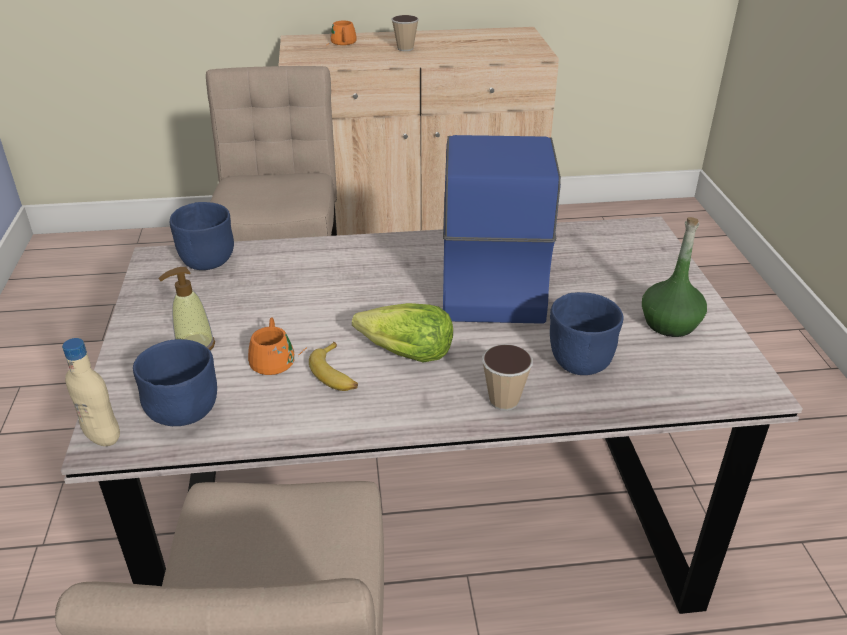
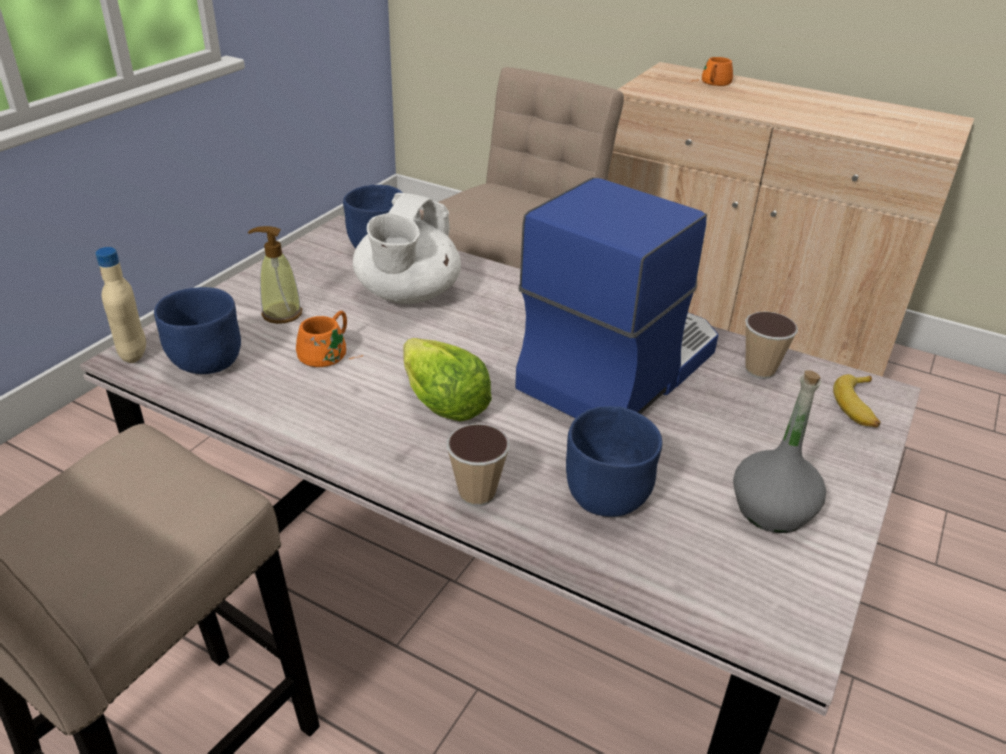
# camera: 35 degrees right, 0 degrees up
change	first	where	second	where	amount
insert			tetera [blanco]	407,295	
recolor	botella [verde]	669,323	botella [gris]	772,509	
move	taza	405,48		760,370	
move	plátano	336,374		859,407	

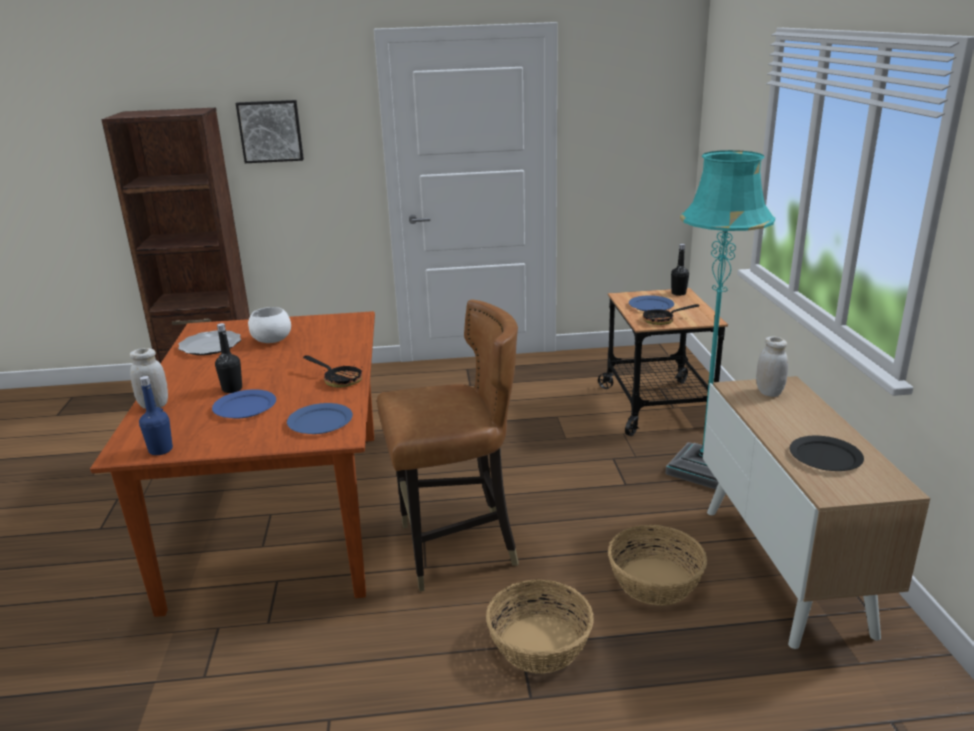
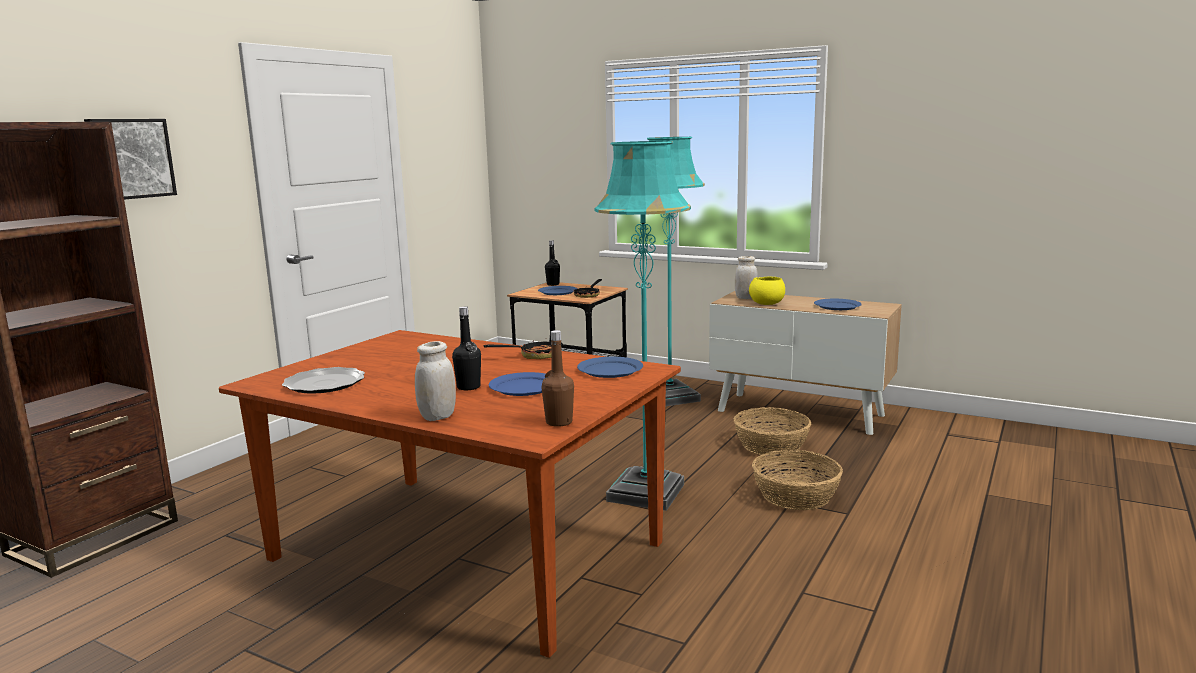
# camera: 55 degrees left, 10 degrees down
change	first	where	second	where	amount
recolor	botella [azul]	160,450	botella [marrón]	559,422	
replace	silla [marrón]	455,549	lámpara de pie [turquesa]	646,493	
insert			cuenco [amarillo]	767,303	
recolor	plato [negro]	824,456	plato [azul]	837,306	
delete	cuenco [blanco]	272,340			

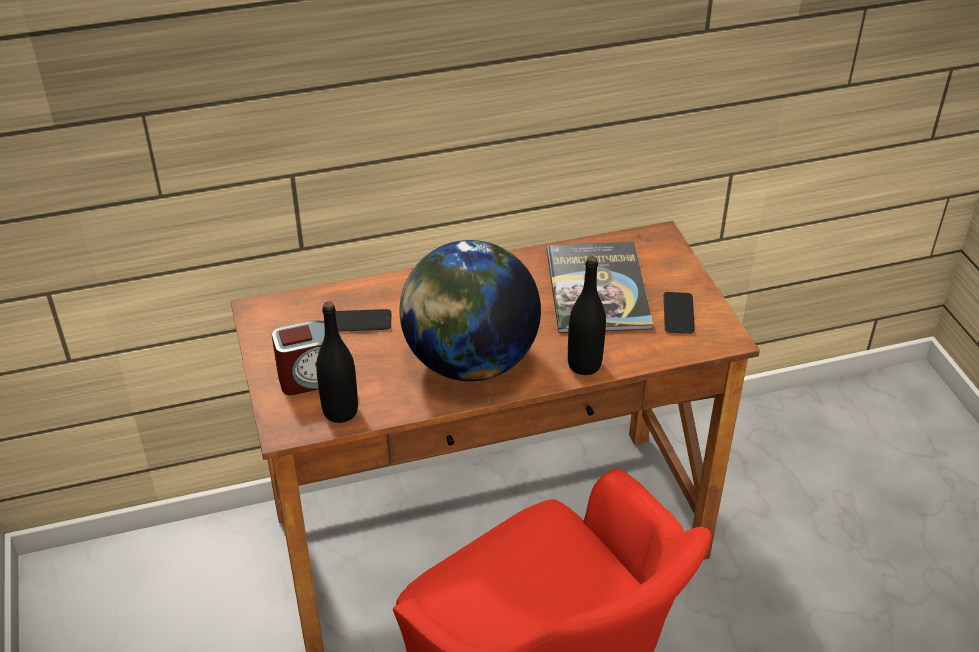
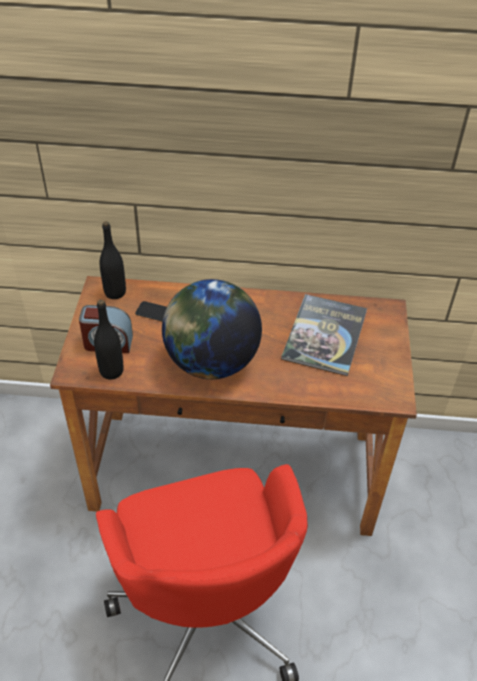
# camera: 20 degrees right, 5 degrees up
change	first	where	second	where	amount
move	botella [negro]	584,364		115,292	
delete	móvil	678,313			

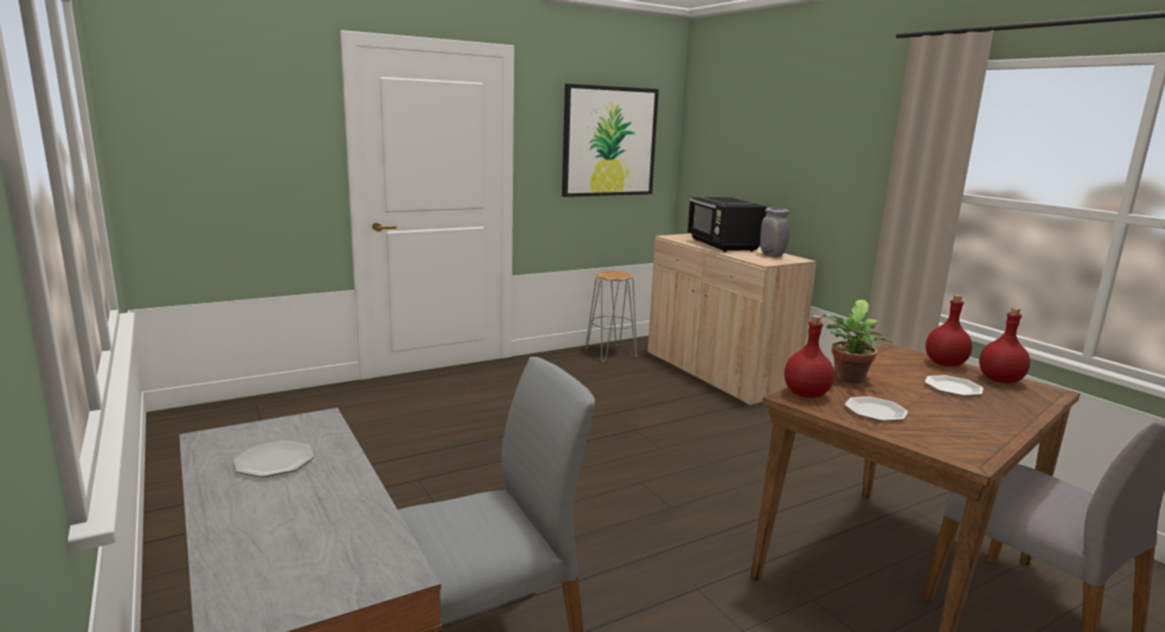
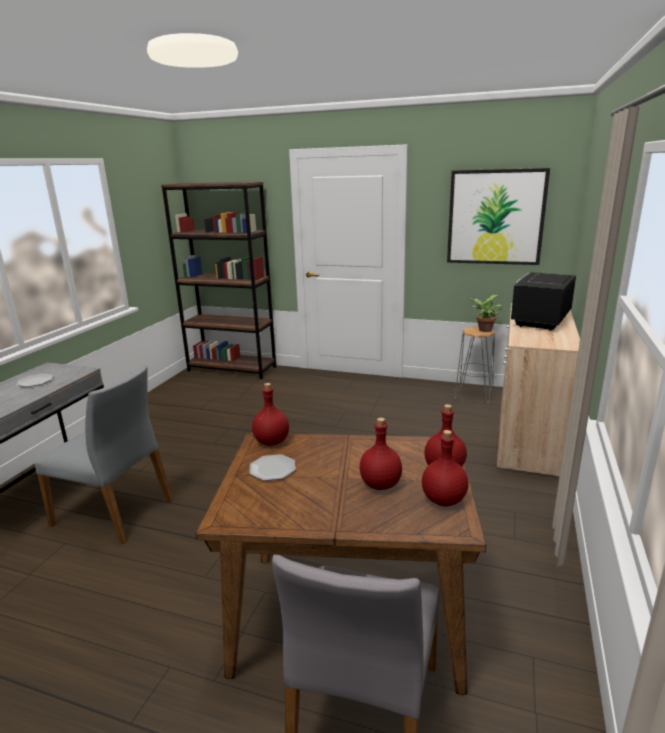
# camera: 50 degrees right, 5 degrees up
change	first	where	second	where	amount
insert			estantería [marrón]	232,369	
replace	plato	953,388	botella [rojo]	380,485	
move	planta en maceta	848,379		483,330	
delete	florero [gris]	773,256			

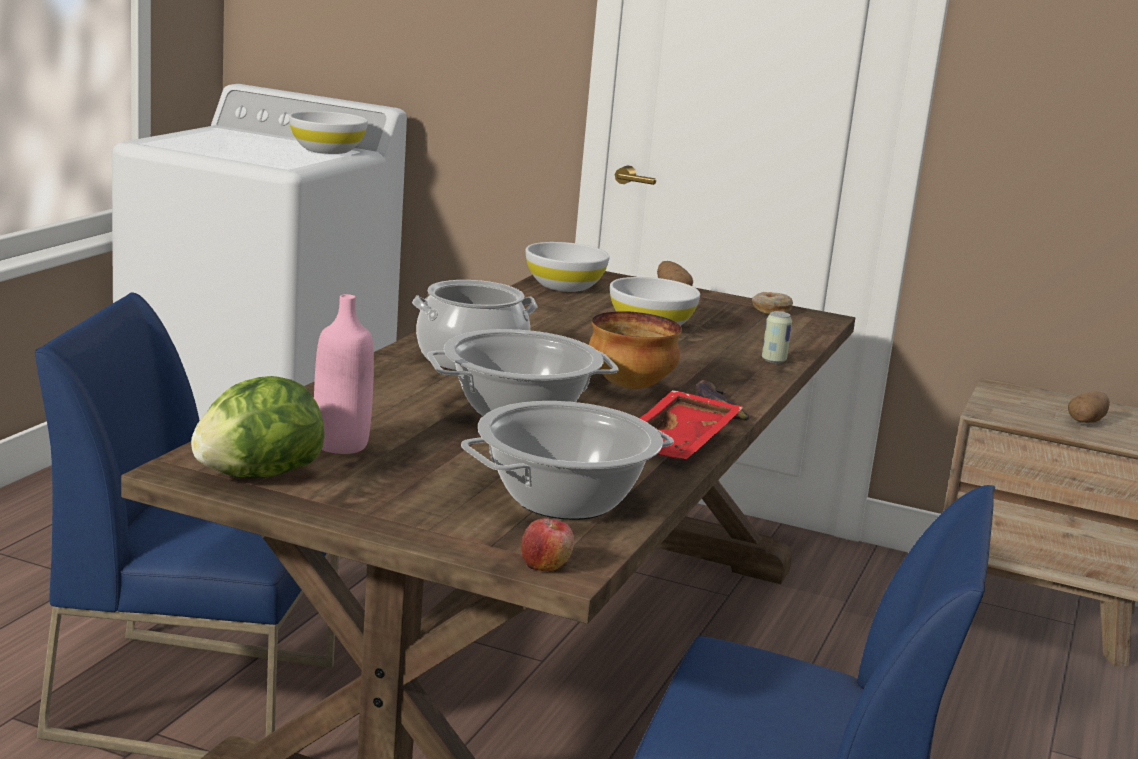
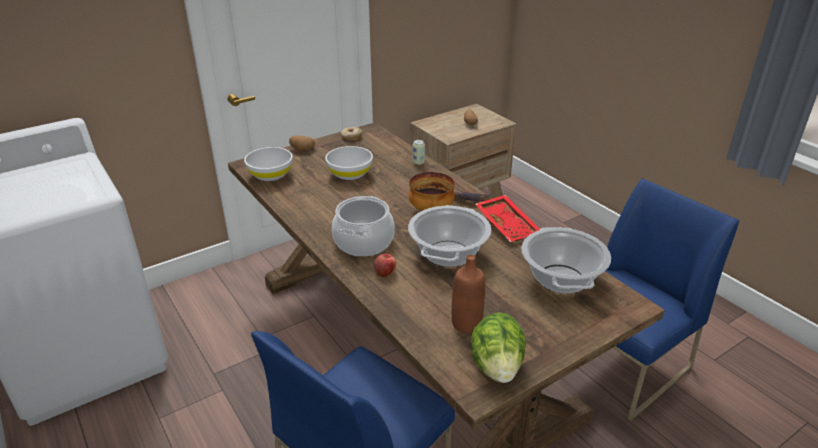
# camera: 55 degrees left, 15 degrees up
change	first	where	second	where	amount
move	manzana	545,565		385,272	
recolor	botella [rosa]	341,445	botella [marrón]	466,324	
delete	cuenco [blanco]	326,150			

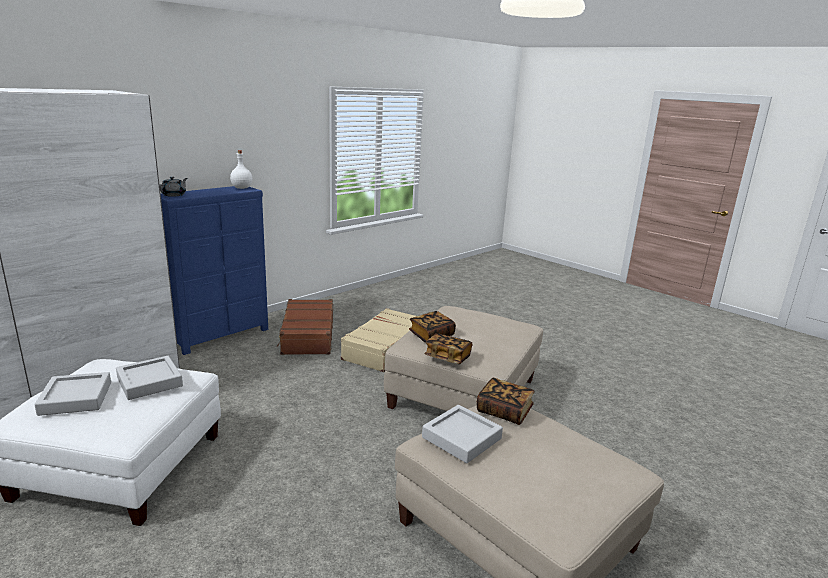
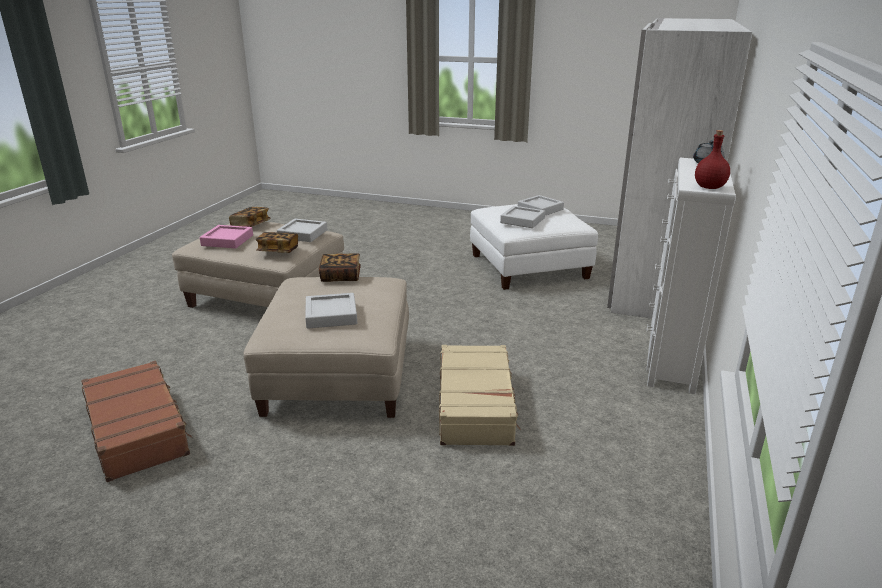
# camera: 155 degrees right, 5 degrees up
change	first	where	second	where	amount
move	maleta [marrón]	307,335		138,430	
insert			bandeja [rosa]	227,240	
move	libro	431,335		251,225	
insert			bandeja [gris]	331,315	
recolor	cómoda [azul]	221,336	cómoda [blanco]	670,359	
recolor	botella [blanco]	241,188	botella [rojo]	709,187	

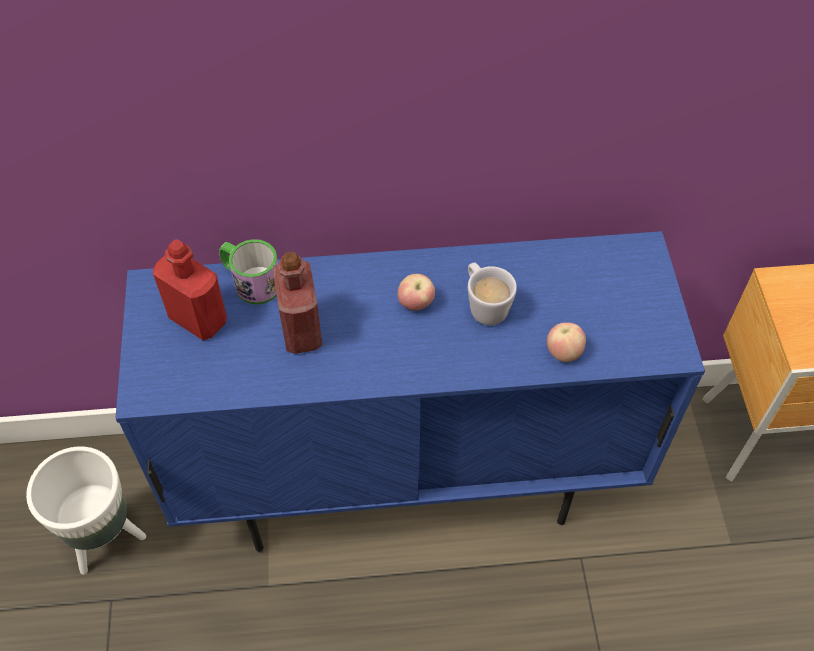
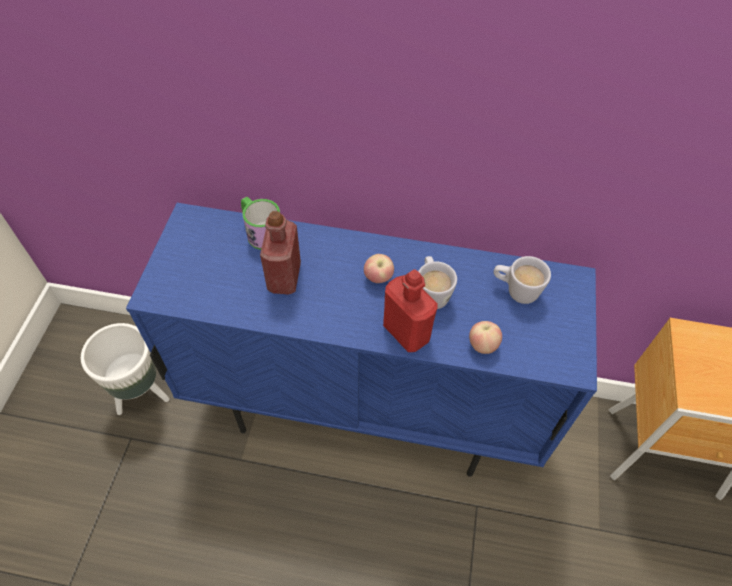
# camera: 15 degrees right, 0 degrees up
change	first	where	second	where	amount
move	botella [rojo]	198,319		406,332	
insert			taza grande [blanco]	515,291	

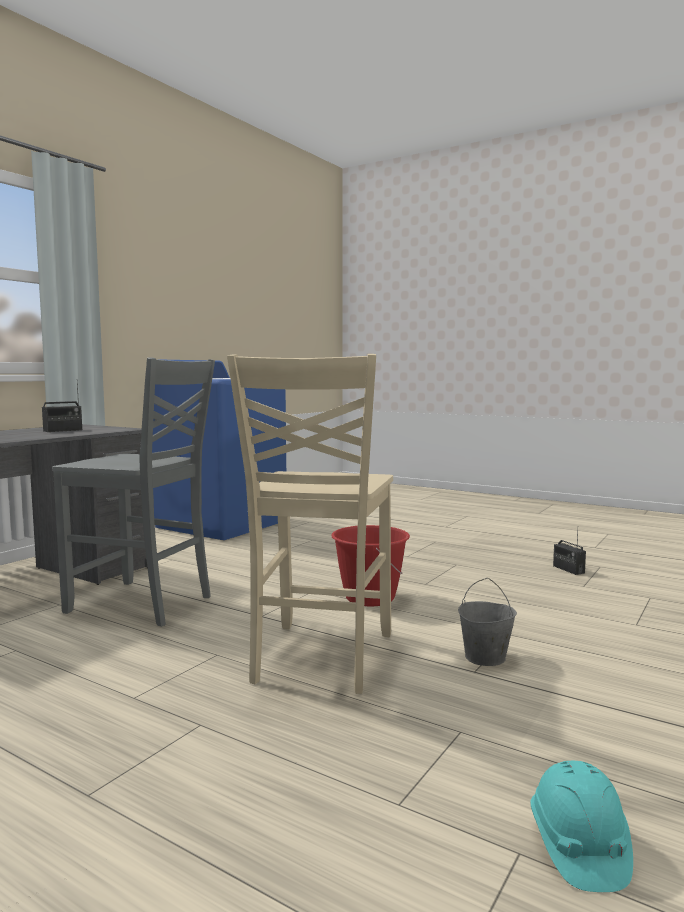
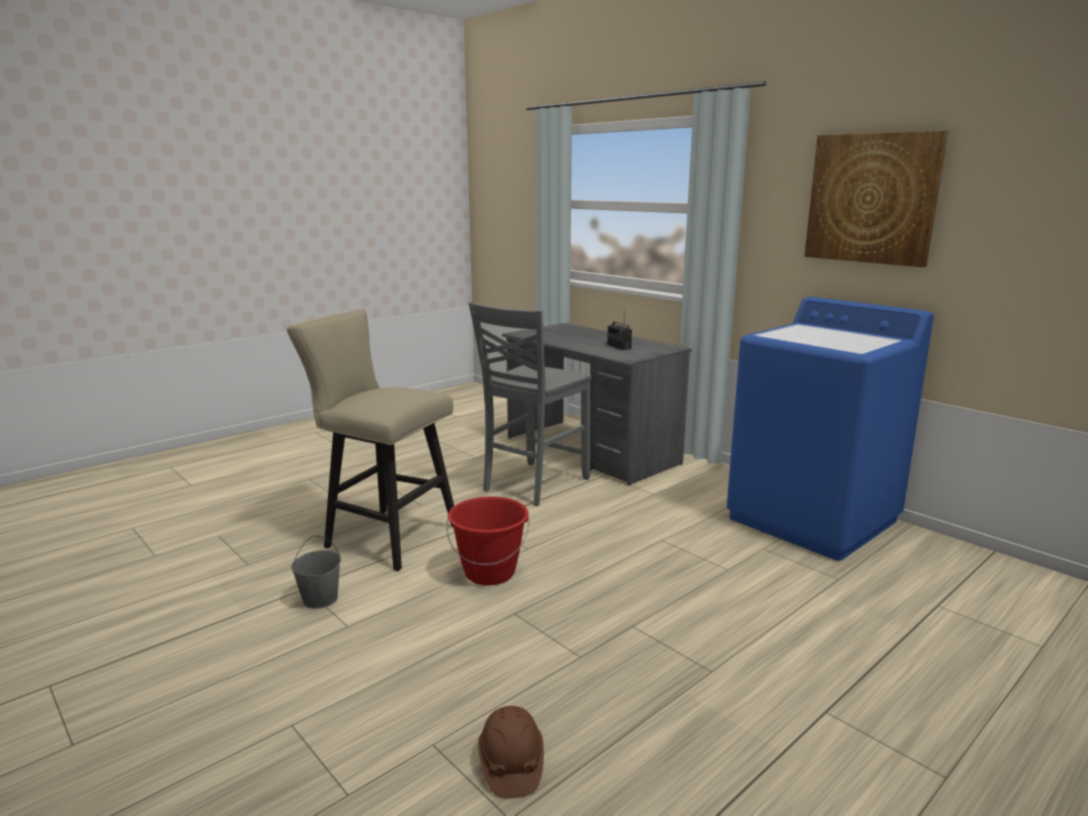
# camera: 105 degrees right, 10 degrees up
change	first	where	second	where	amount
replace	silla [beis]	320,658	taburete [beis]	384,535	
replace	radio	568,569	casco [marrón]	511,765	
insert			cuadro	872,198	
delete	casco [turquesa]	578,847			

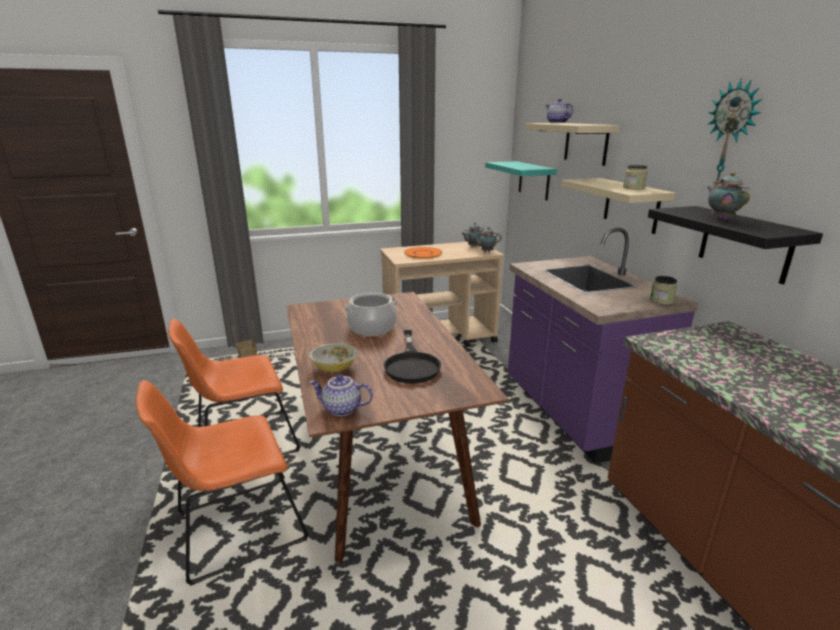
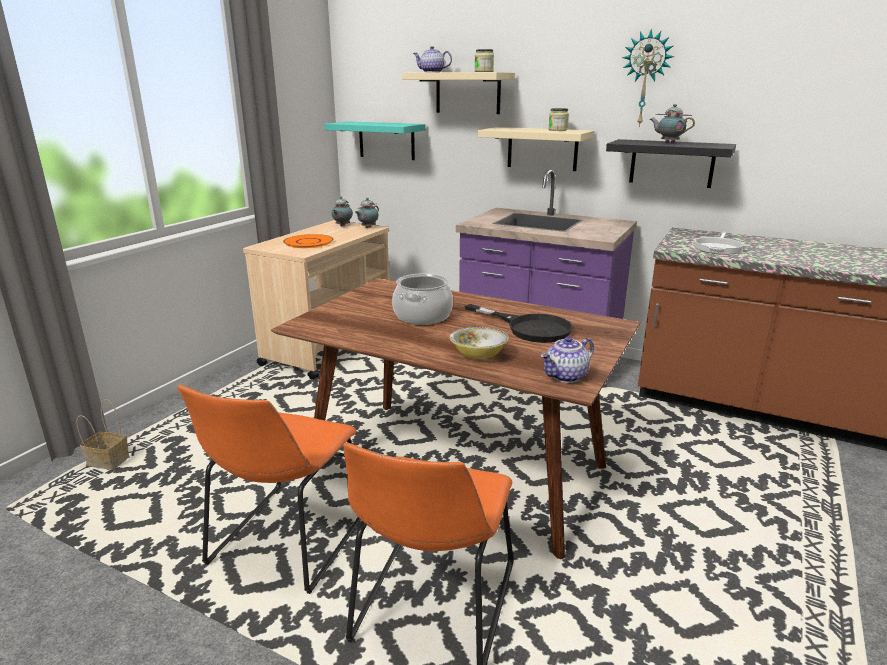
# camera: 45 degrees left, 0 degrees up
change	first	where	second	where	amount
move	tarro	661,301		484,71	
insert			sartén	718,248	

